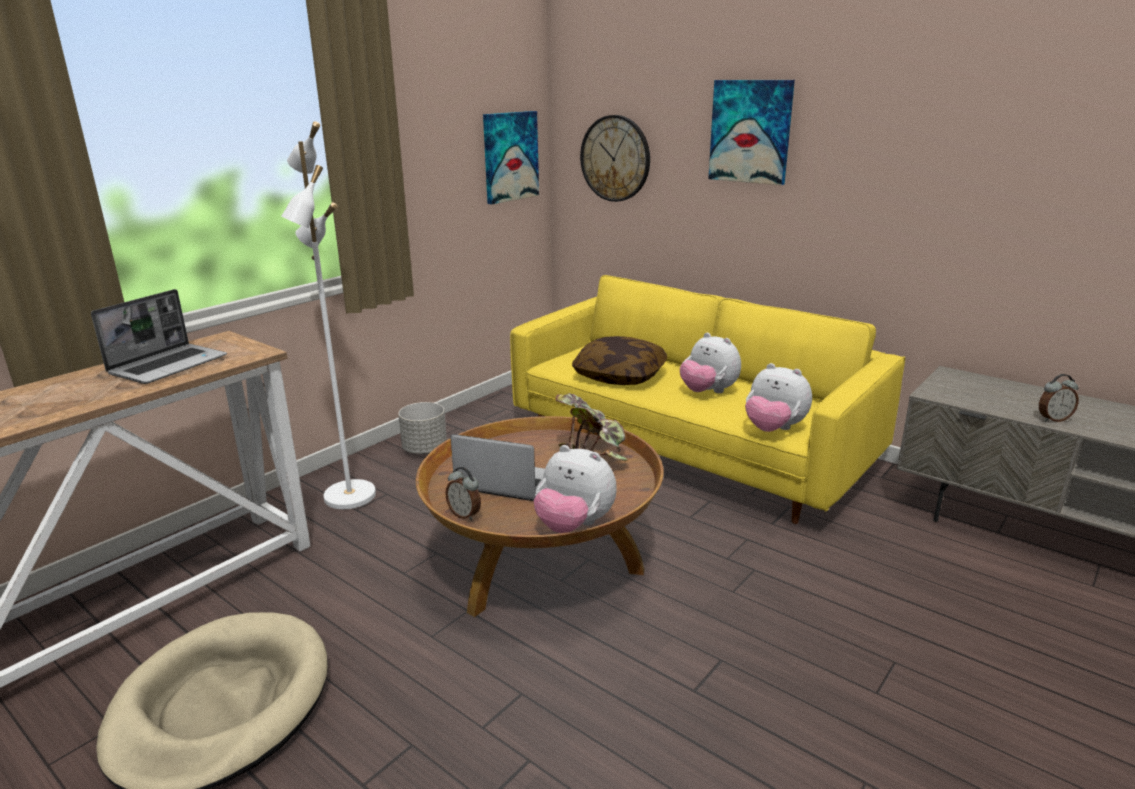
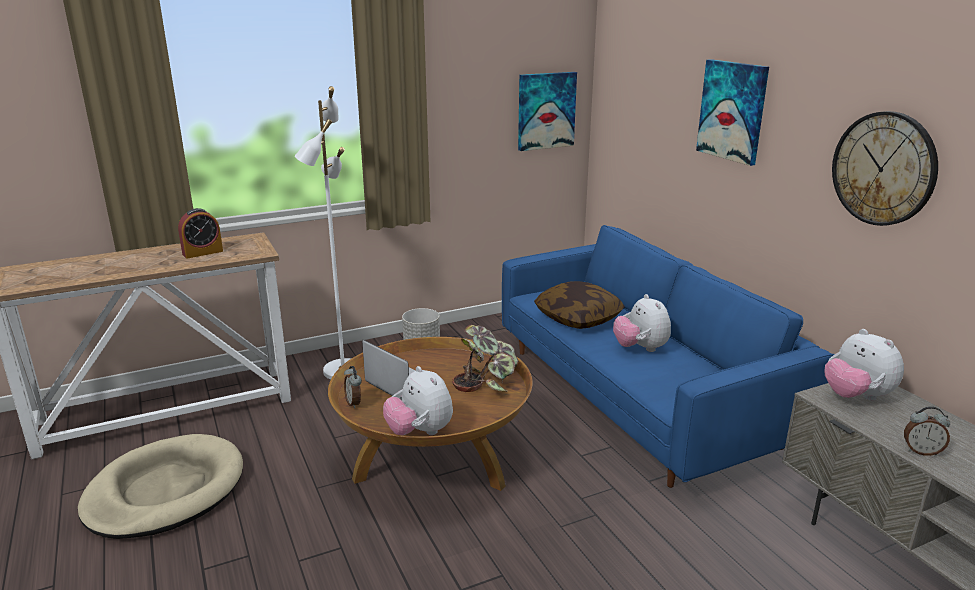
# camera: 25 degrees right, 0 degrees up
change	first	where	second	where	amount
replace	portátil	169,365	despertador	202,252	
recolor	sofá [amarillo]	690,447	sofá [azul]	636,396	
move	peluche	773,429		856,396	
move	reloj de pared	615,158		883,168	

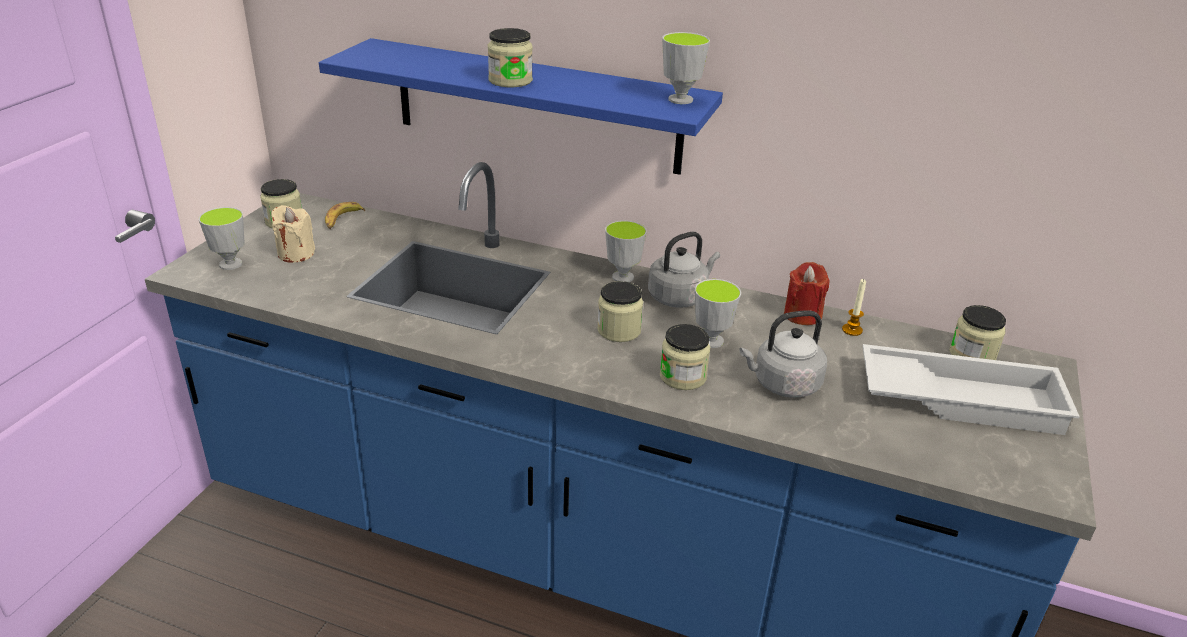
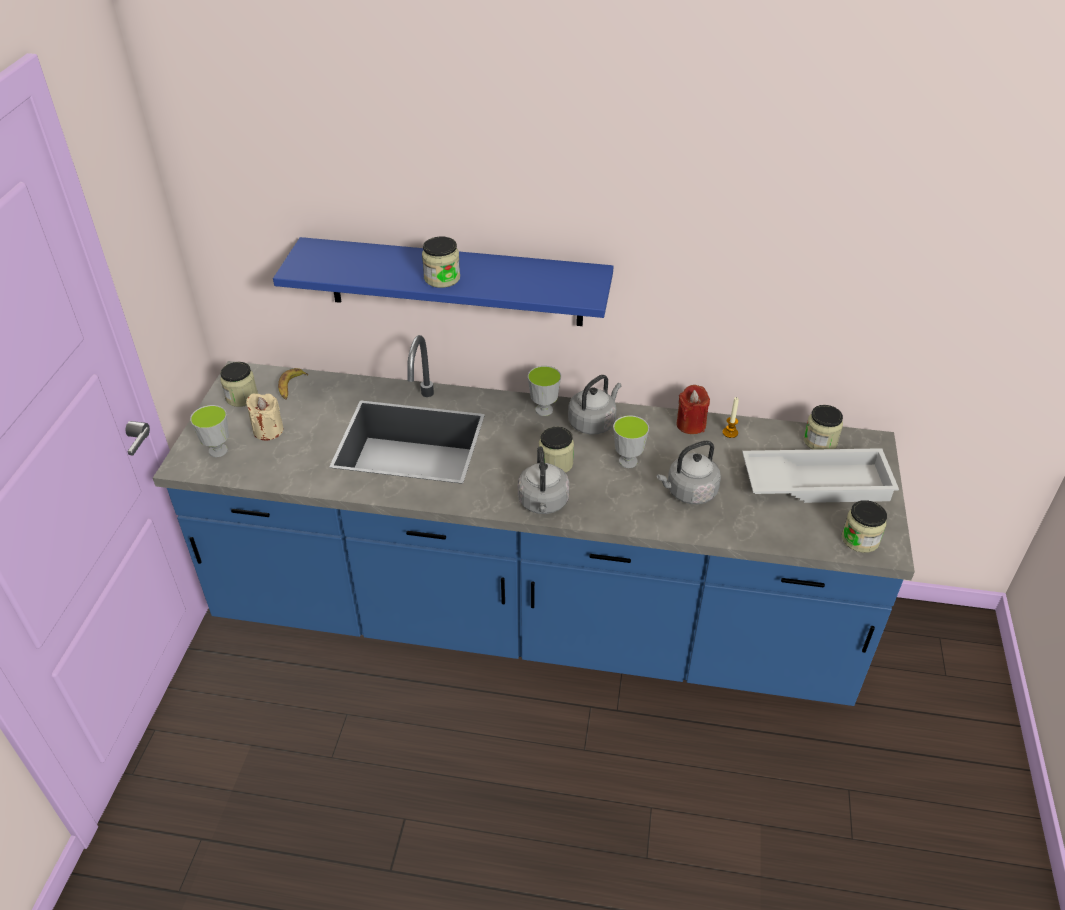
# camera: 10 degrees left, 10 degrees up
change	first	where	second	where	amount
insert			hervidor [gris]	543,503	
move	tarro	683,377		860,539	
delete	taza	680,100			

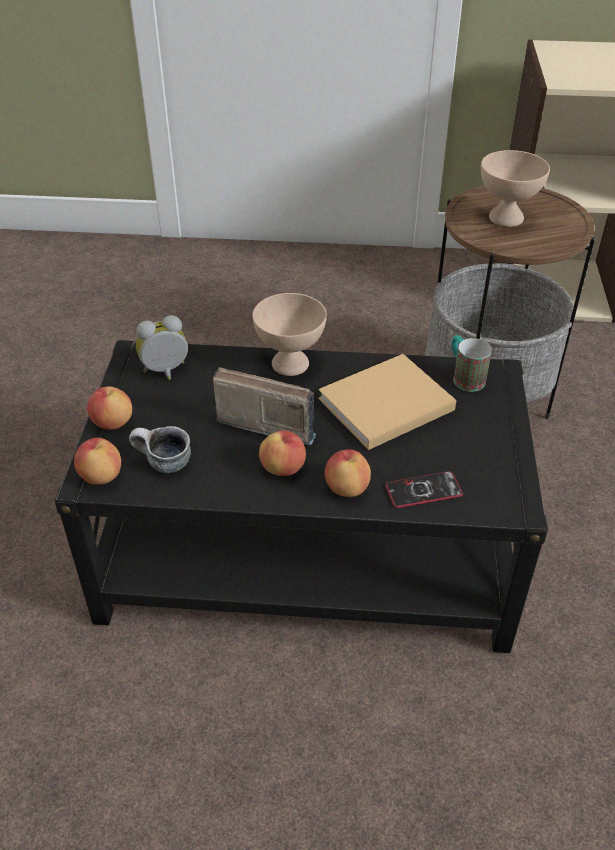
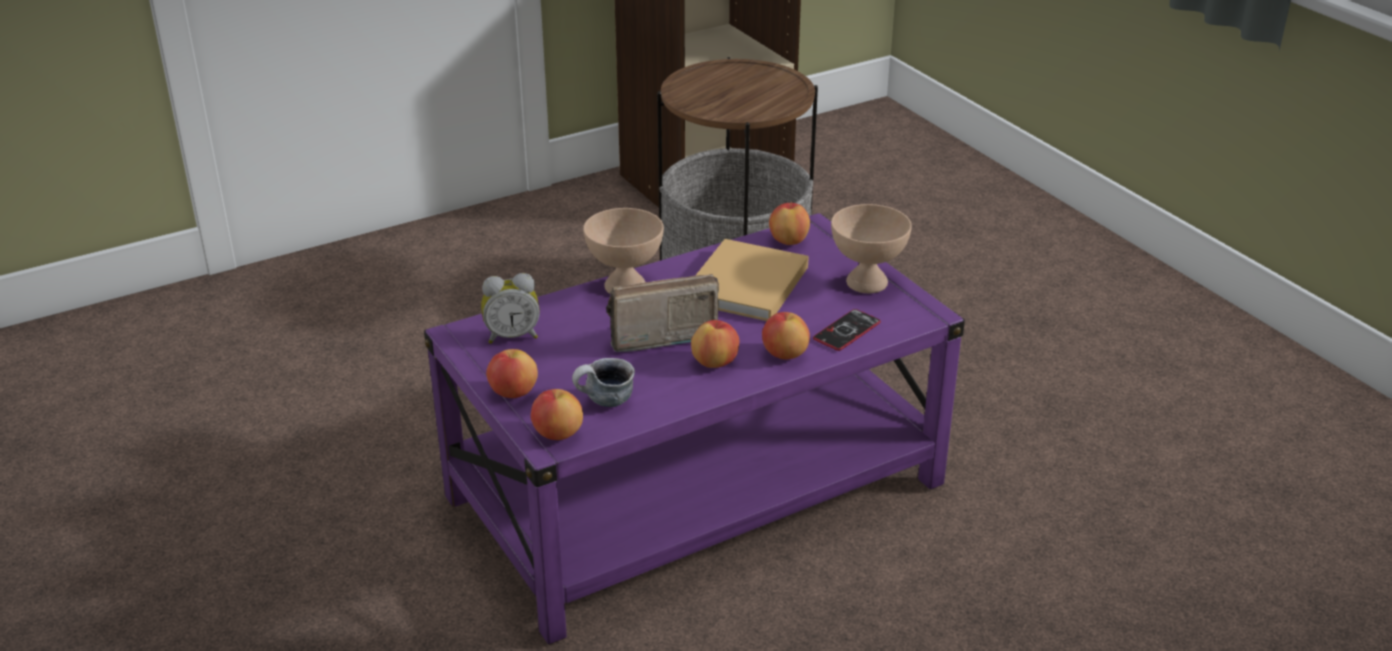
# camera: 35 degrees left, 10 degrees down
change	first	where	second	where	amount
recolor	mesa de centro [negro]	308,551	mesa de centro [morado]	696,491	
rotate	despertador	166,372		512,336	135 degrees counterclockwise
replace	taza grande	464,377	manzana	789,241	
move	cuenco [beis]	505,217		865,282	

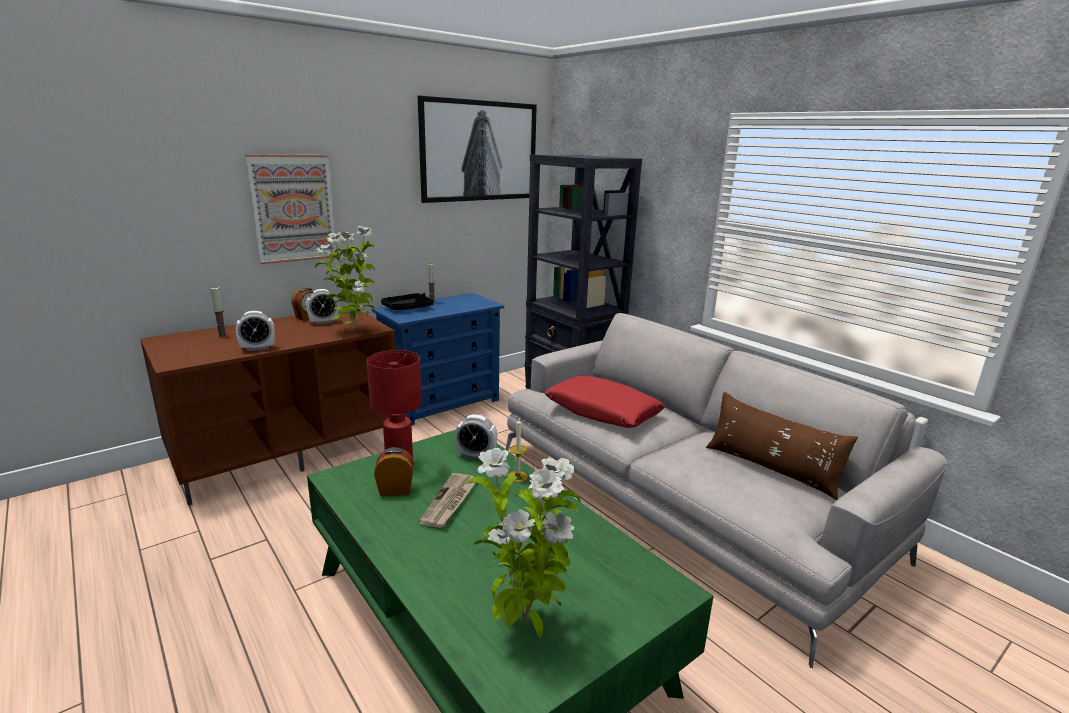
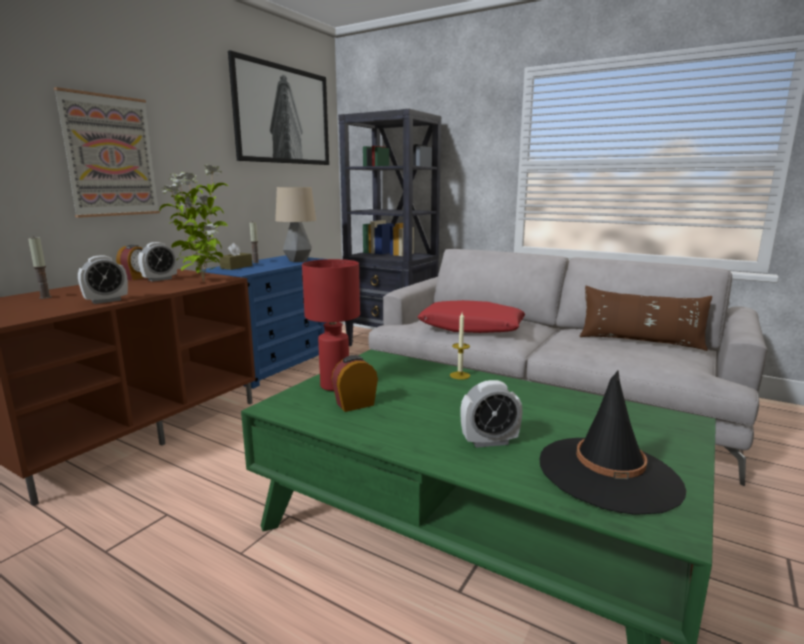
# camera: 20 degrees left, 5 degrees down
change	first	where	second	where	amount
replace	bandeja [negro]	408,308	caja de pañuelos [marrón]	236,267	
insert			lámpara de mesa	298,261	
move	despertador	476,456		489,442	
replace	planta en maceta	526,627	sombrero [negro]	609,474	
delete	periódico	450,502			

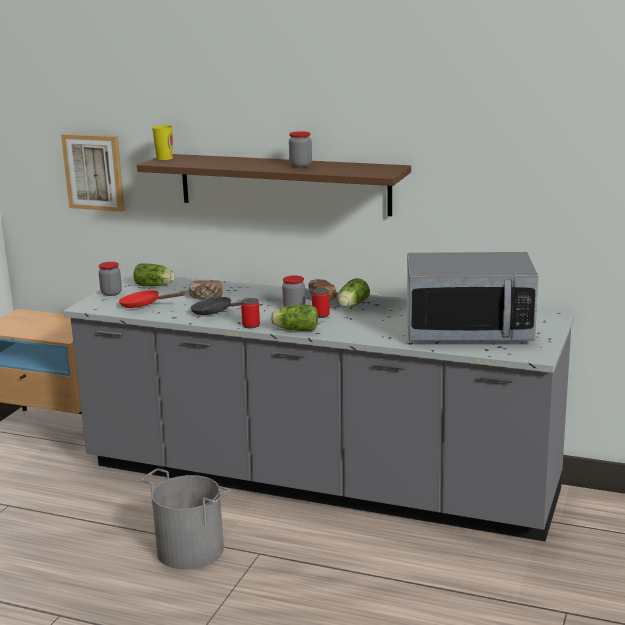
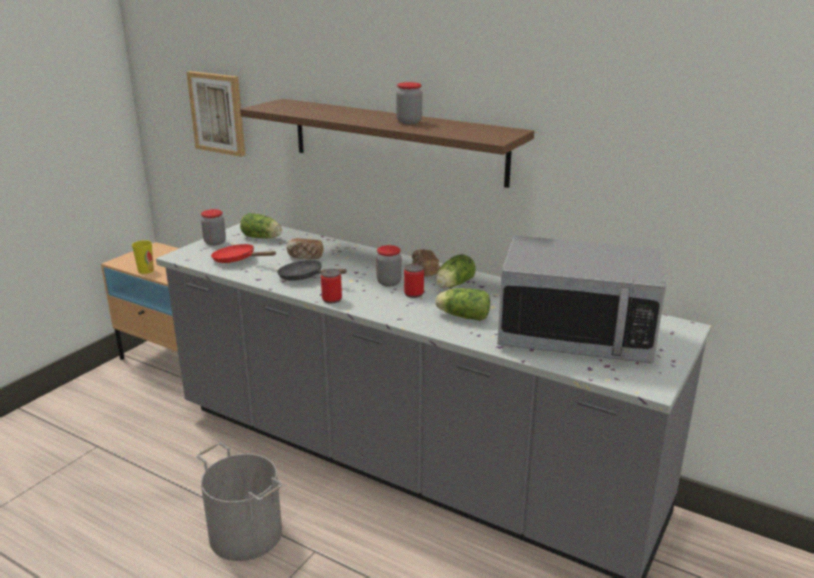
# camera: 10 degrees right, 5 degrees up
change	first	where	second	where	amount
move	taza	164,158		146,270	
move	lechuga	294,330		461,316	

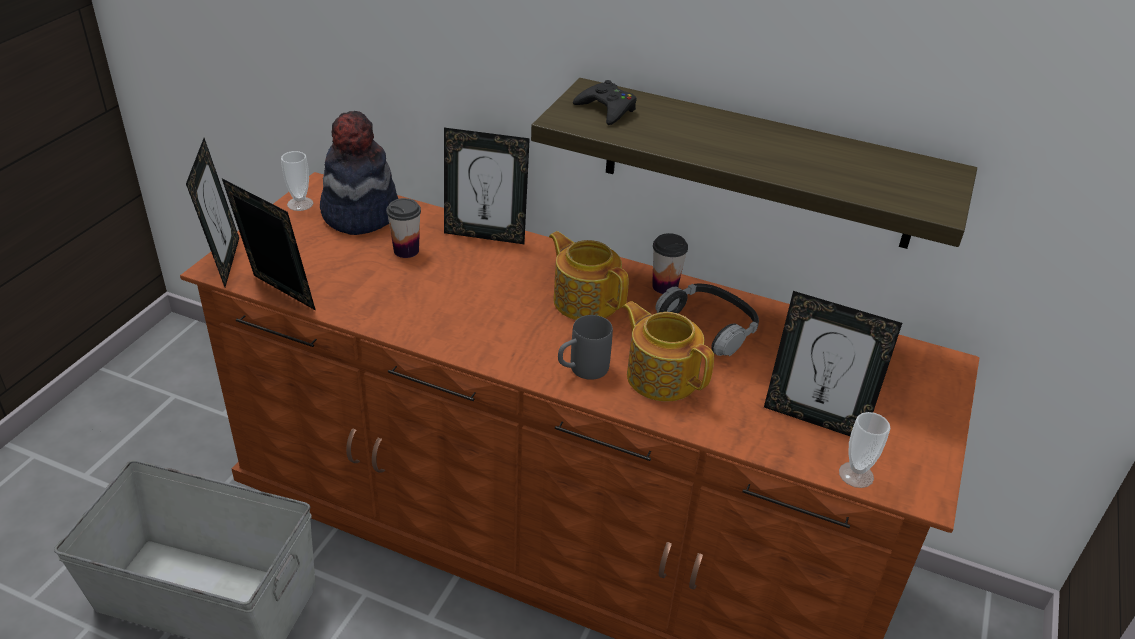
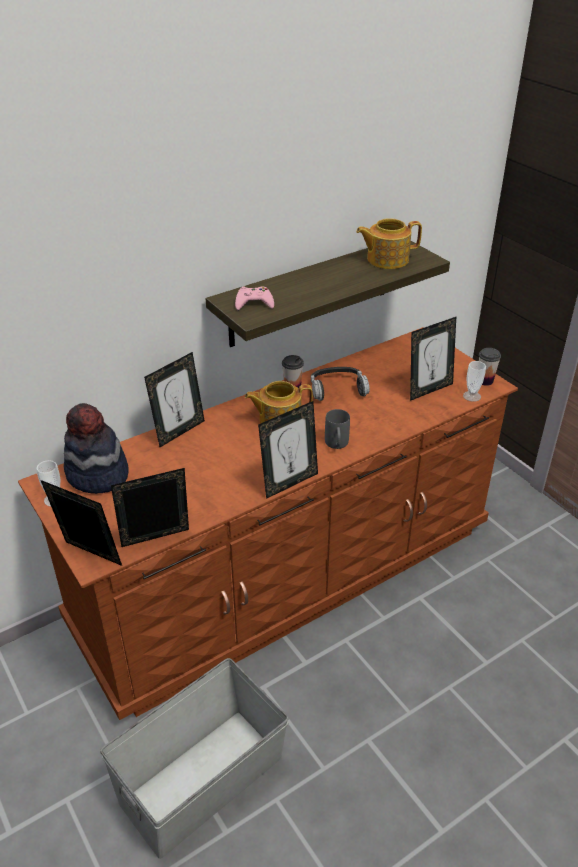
# camera: 55 degrees left, 0 degrees up
change	first	where	second	where	amount
recolor	mando de consola [negro]	607,109	mando de consola [rosa]	254,303	
insert			portarretratos	289,483	
move	tetera	661,376		386,259	
move	taza	406,250		485,381	

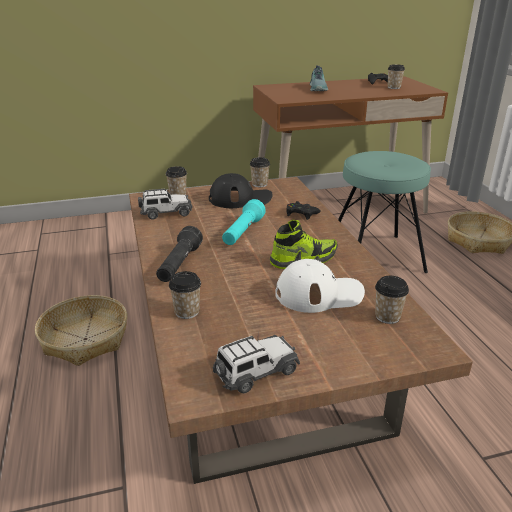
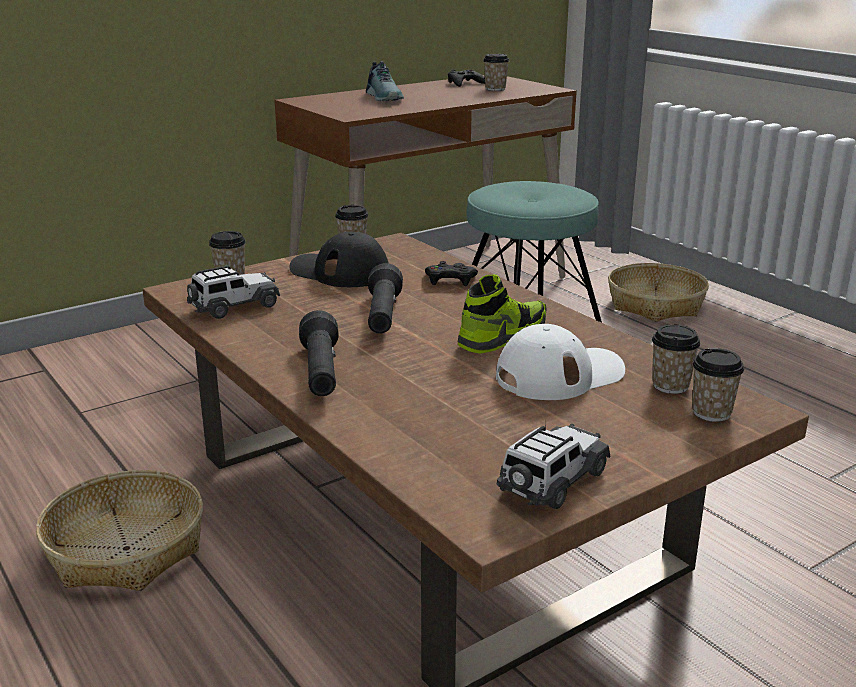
# camera: 20 degrees left, 5 degrees down
change	first	where	second	where	amount
rotate	gorra [negro]	240,198		339,272	120 degrees counterclockwise
recolor	linterna [turquesa]	243,232	linterna [negro]	383,316	
move	taza	187,312		711,412	

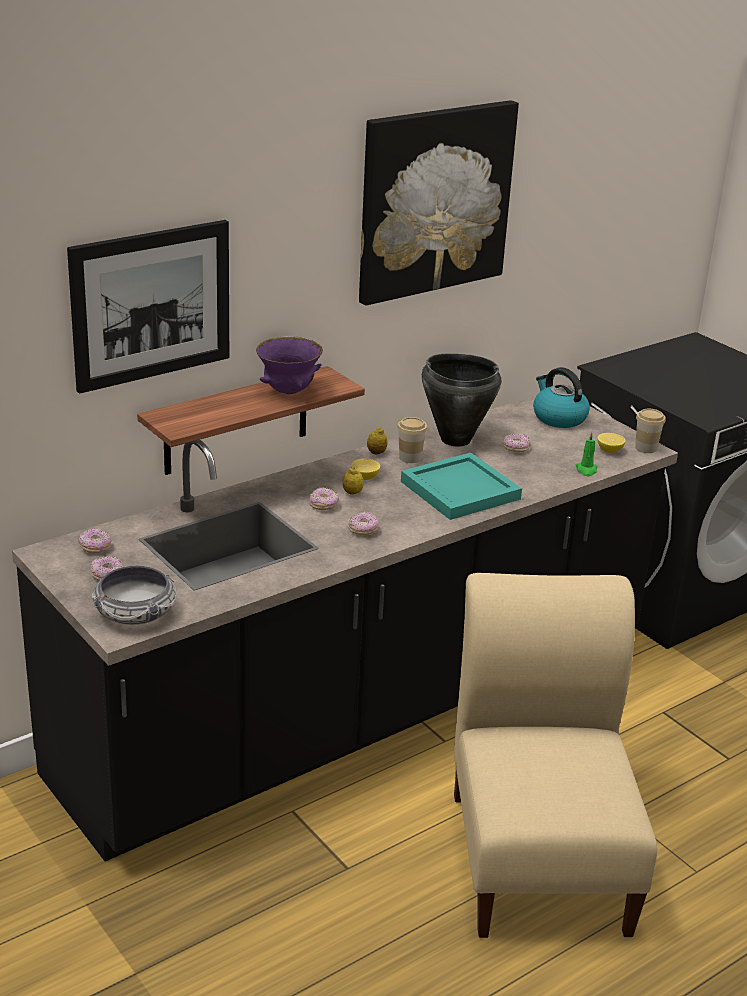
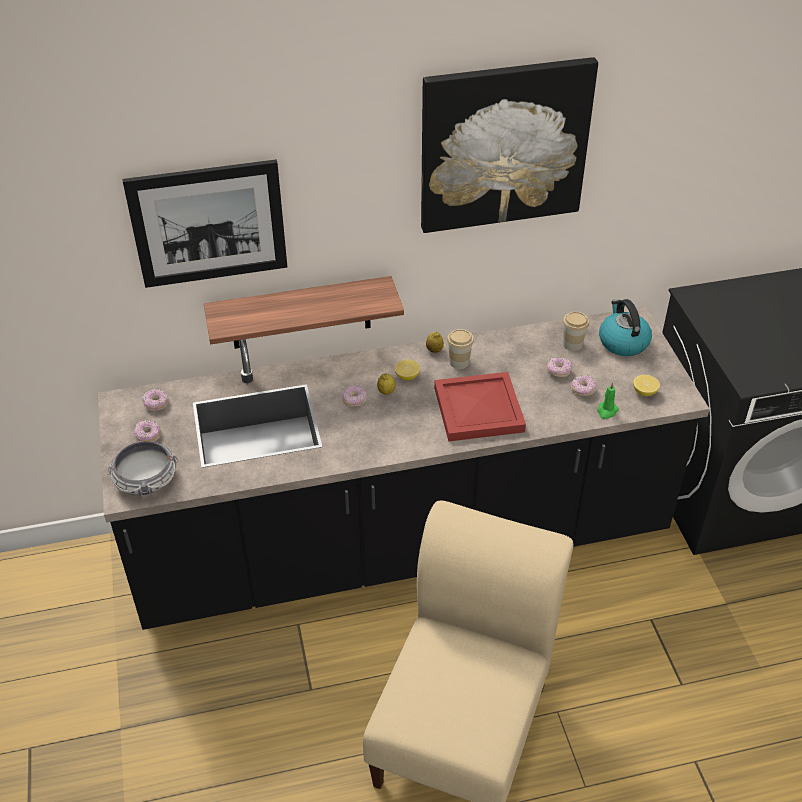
# camera: 25 degrees right, 15 degrees up
change	first	where	second	where	amount
recolor	bandeja [turquesa]	458,490	bandeja [rojo]	477,408	
move	taza	646,448		572,344	
move	rosquilla	363,530		583,390	
delete	cuenco [morado]	289,391			
delete	olla [negro]	455,439			

